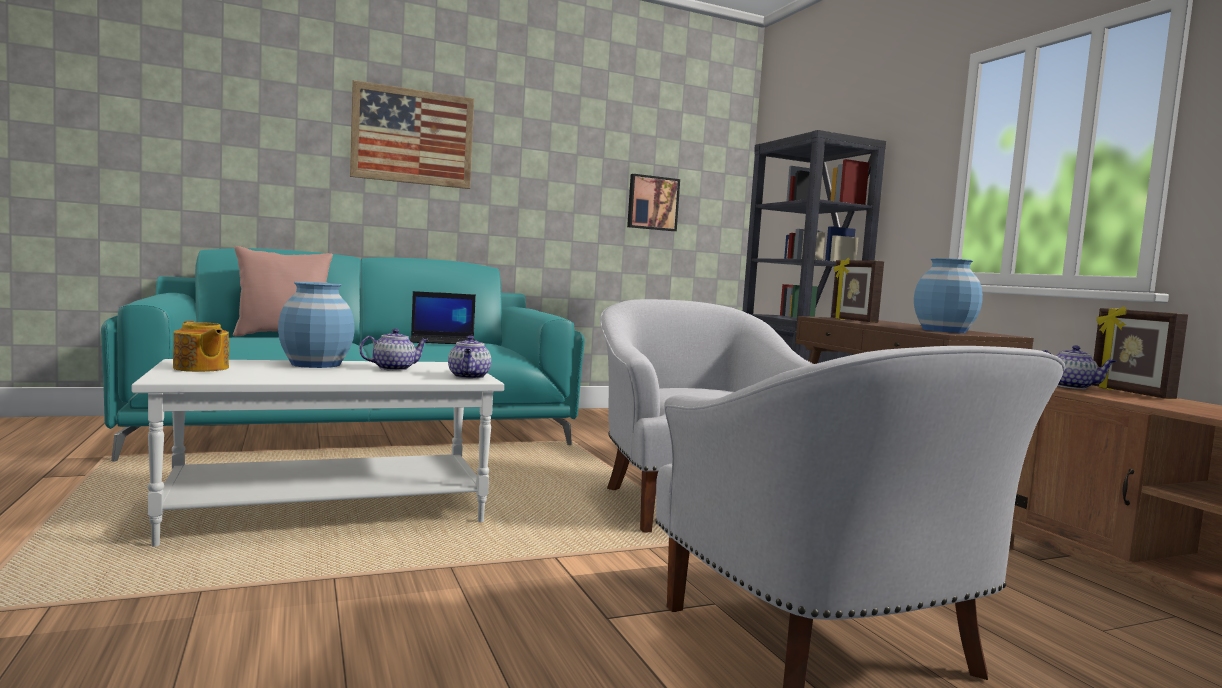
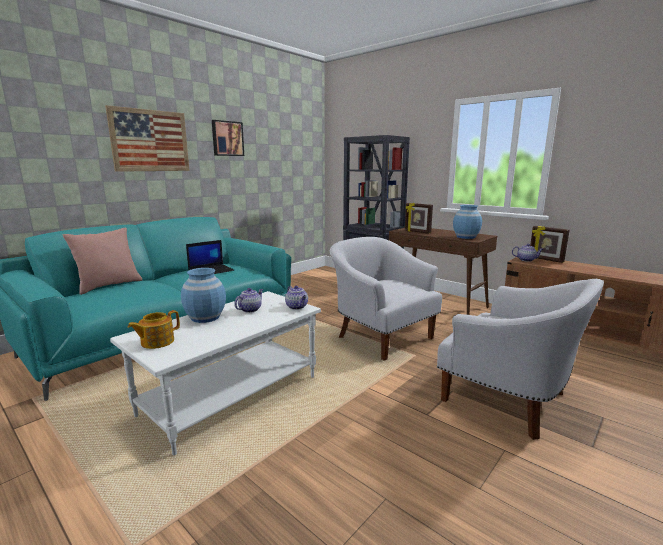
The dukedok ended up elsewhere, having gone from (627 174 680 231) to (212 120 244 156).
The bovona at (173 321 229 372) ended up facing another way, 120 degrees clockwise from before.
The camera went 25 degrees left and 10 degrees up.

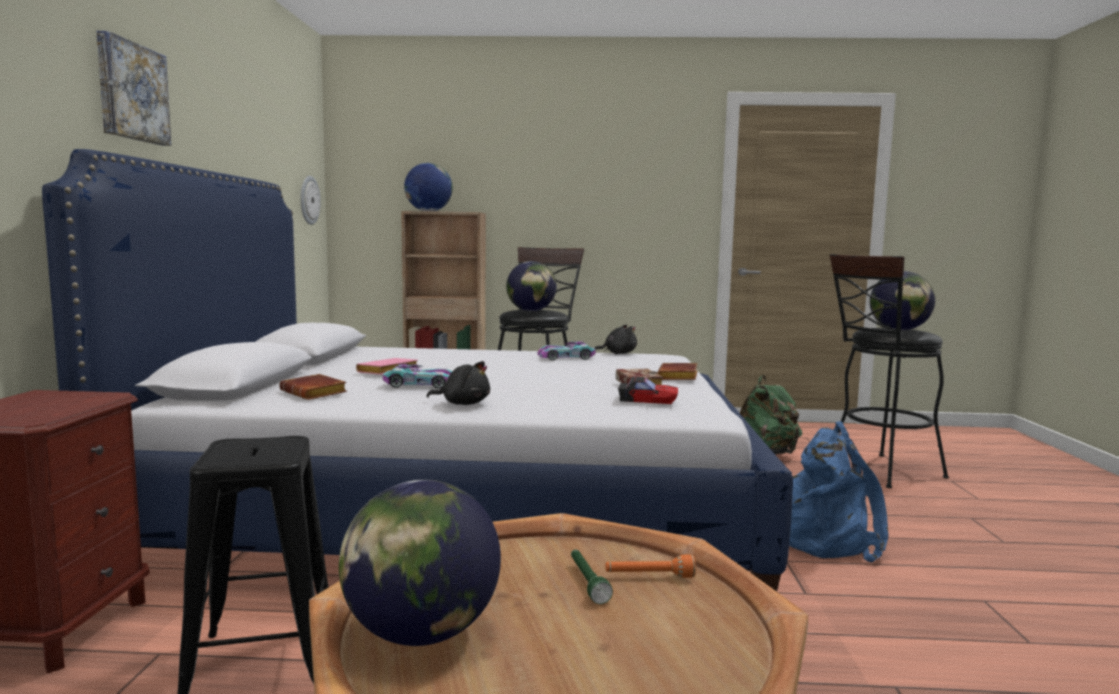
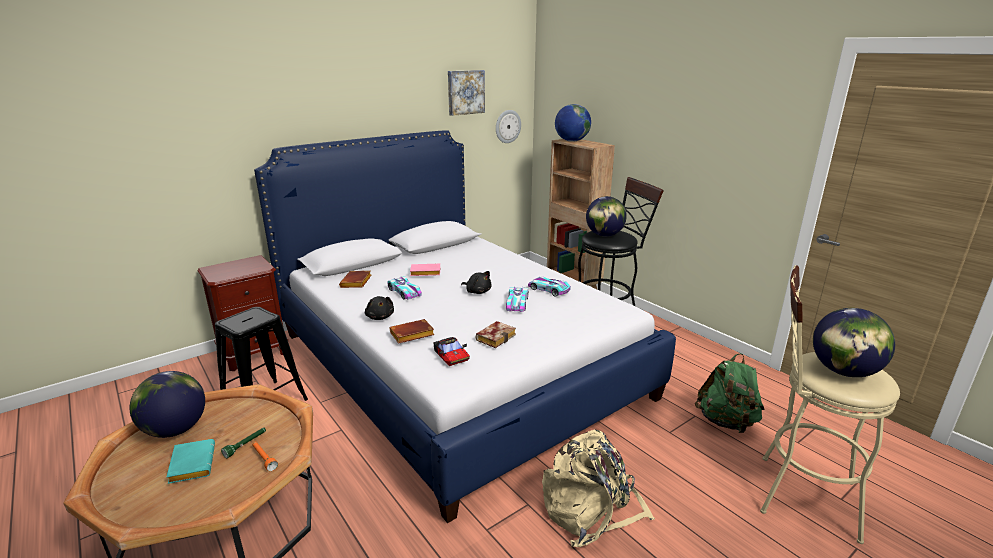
The second view gained the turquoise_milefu at (166 439 215 484).
The second view gained the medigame at (506 287 528 312).
The dukedok ended up elsewhere, having gone from (96 31 171 146) to (448 70 485 116).
The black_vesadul ended up elsewhere, having gone from (594 324 637 354) to (461 271 492 294).
The brown_milefu ended up elsewhere, having gone from (657 363 697 380) to (390 319 435 344).
What was the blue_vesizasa at (789 421 888 562) turned into the beige_vesizasa at (542 429 655 547).
What was the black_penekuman at (830 254 949 488) turned into the beige_penekuman at (760 265 900 544).
The camera went 50 degrees right and 15 degrees up.

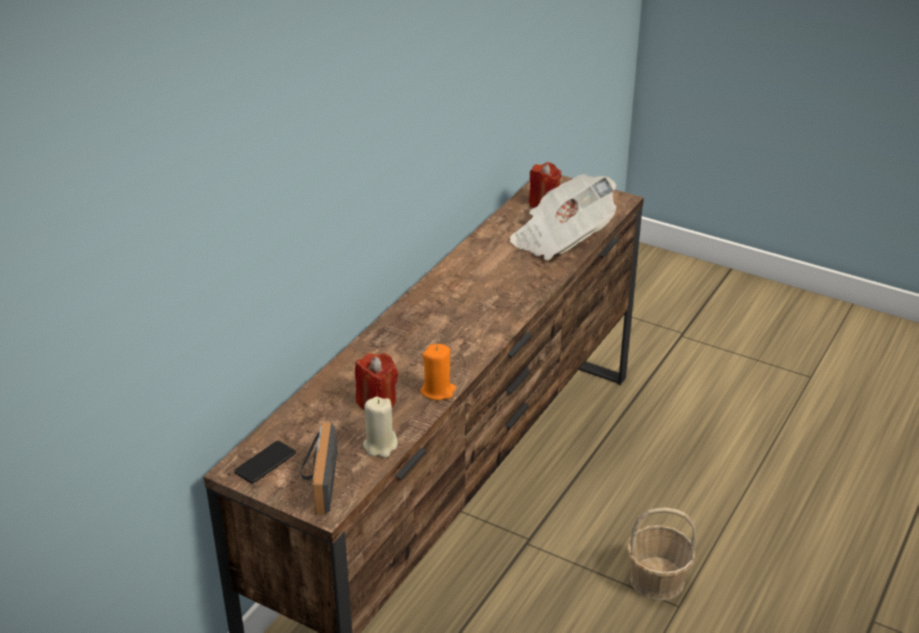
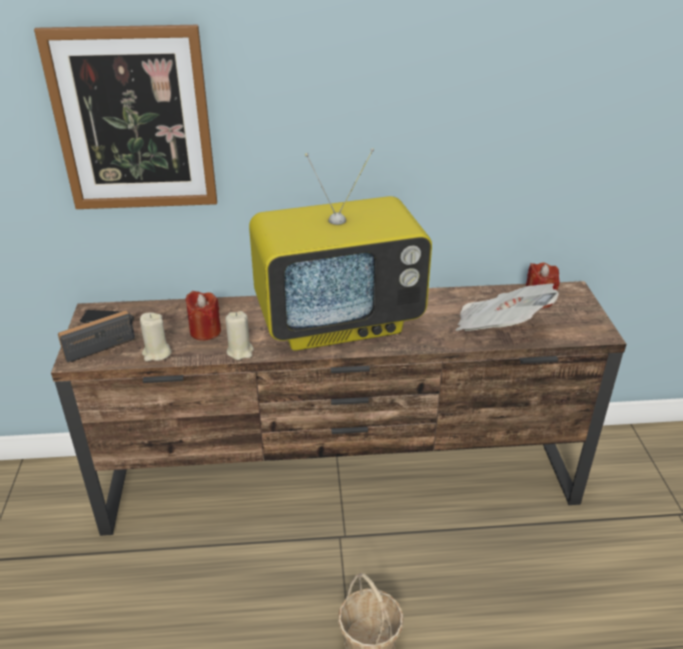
The second view gained the dukedok at (34 25 217 209).
The second view gained the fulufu at (249 148 432 351).
What was the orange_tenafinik at (420 344 456 400) turned into the beige_tenafinik at (226 311 254 360).
The camera went 55 degrees right and 0 degrees up.

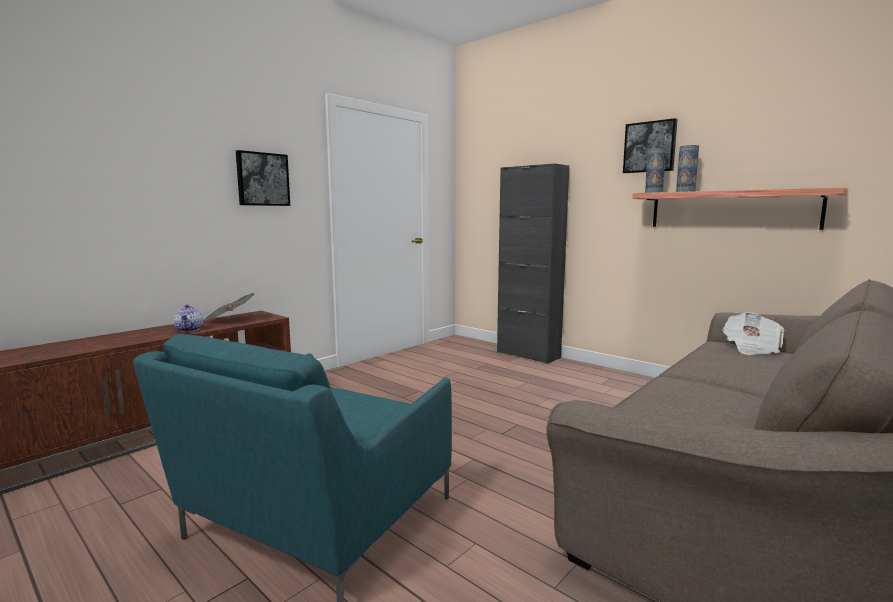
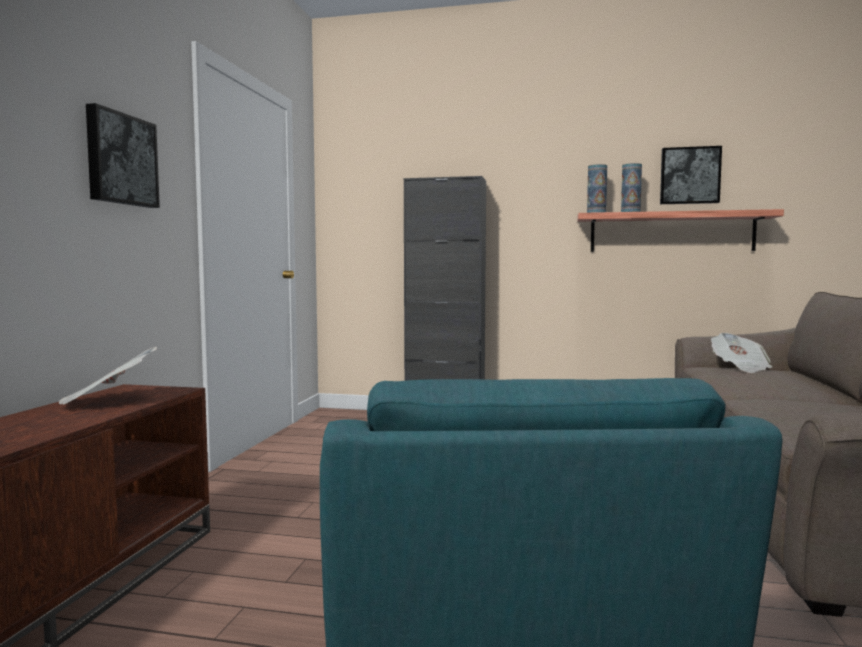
The second view lost the bovona at (173 304 203 332).
The dukedok ended up elsewhere, having gone from (623 118 678 173) to (660 146 722 204).
The camera went 30 degrees left and 5 degrees down.

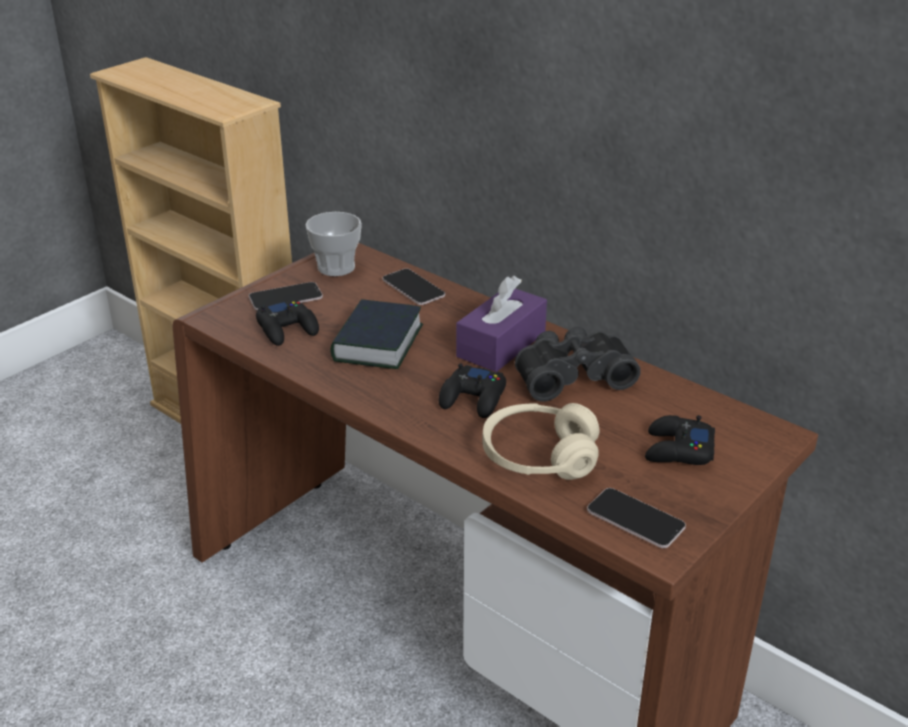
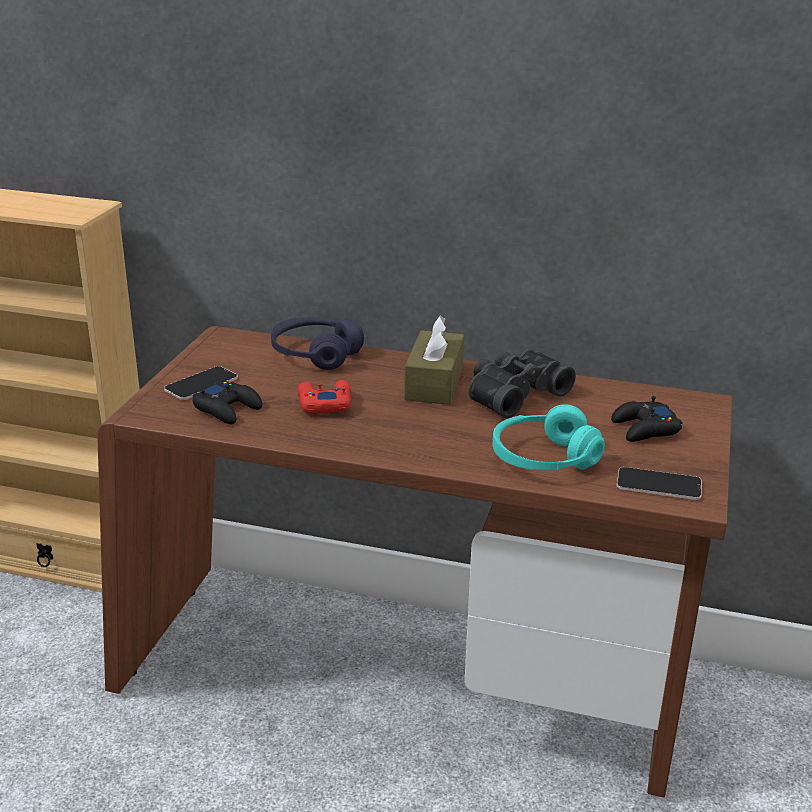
The second view lost the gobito at (305 212 362 276).
The second view lost the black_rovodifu at (439 363 506 418).
Where the milefu stood at (331 299 423 369), the red_rovodifu came to stand at (298 380 351 413).
Where the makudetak stood at (382 269 445 305), the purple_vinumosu came to stand at (271 317 364 370).
What was the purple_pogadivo at (456 276 547 372) turned into the brown_pogadivo at (404 315 464 405).
What was the beige_vinumosu at (482 403 599 480) turned into the turquoise_vinumosu at (493 404 605 470).
The camera went 25 degrees left and 5 degrees down.

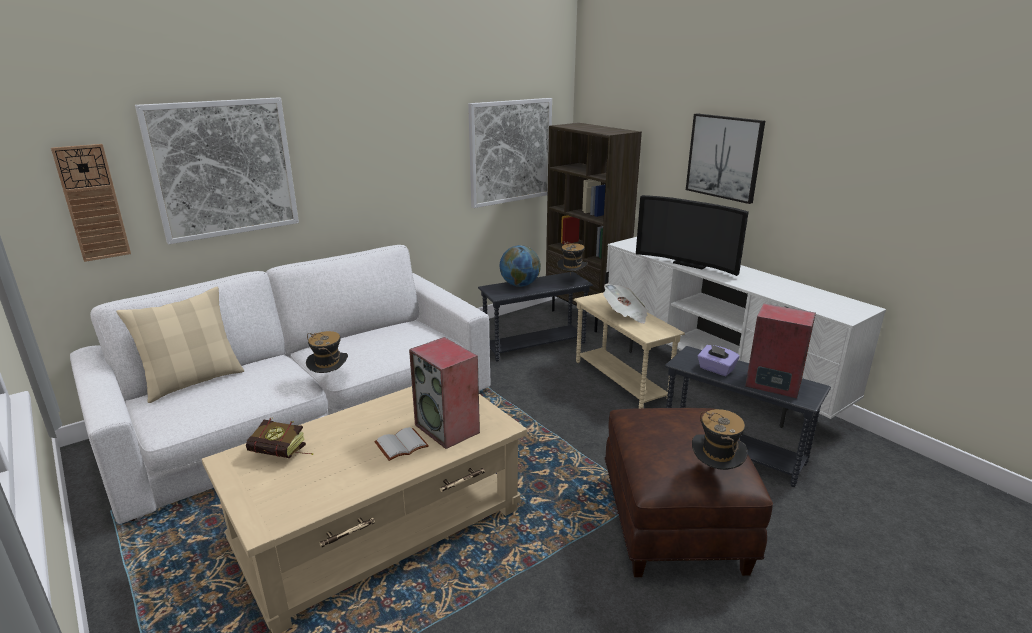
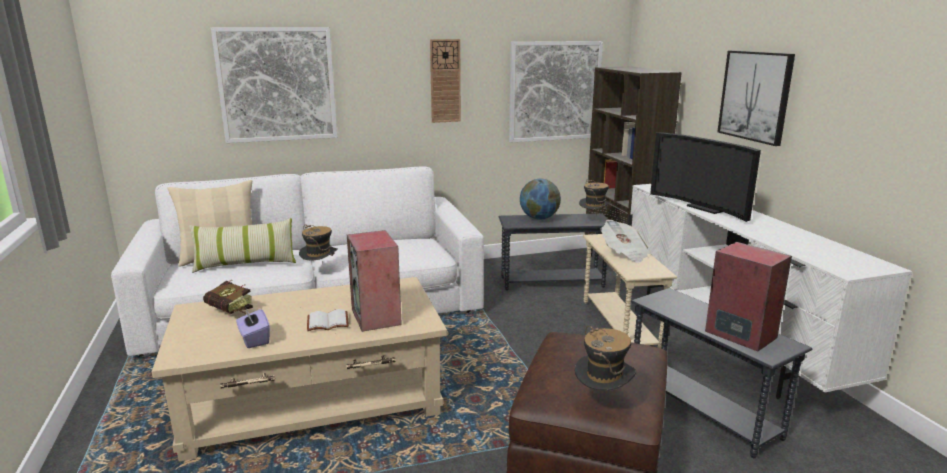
The second view gained the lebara at (189 218 296 273).
The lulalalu ended up elsewhere, having gone from (51 144 131 262) to (430 39 461 123).
The purple_pogadivo ended up elsewhere, having gone from (698 344 740 376) to (236 307 270 348).
The camera went 20 degrees right and 5 degrees down.

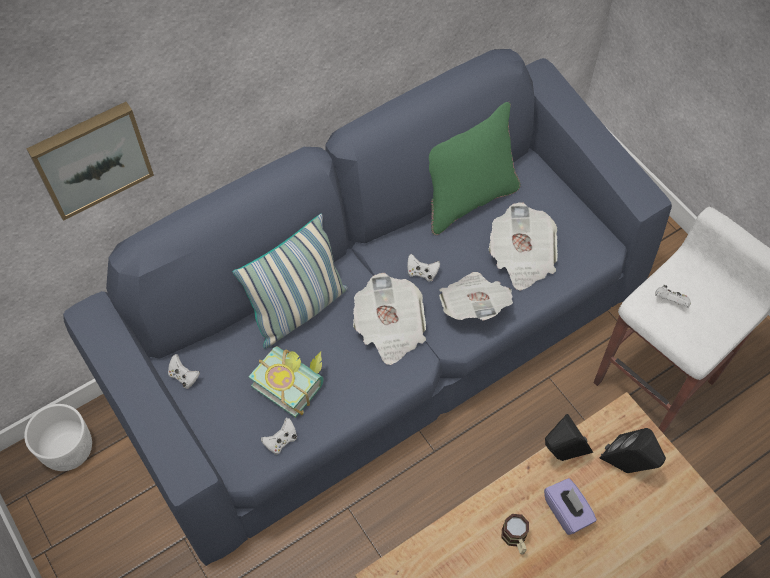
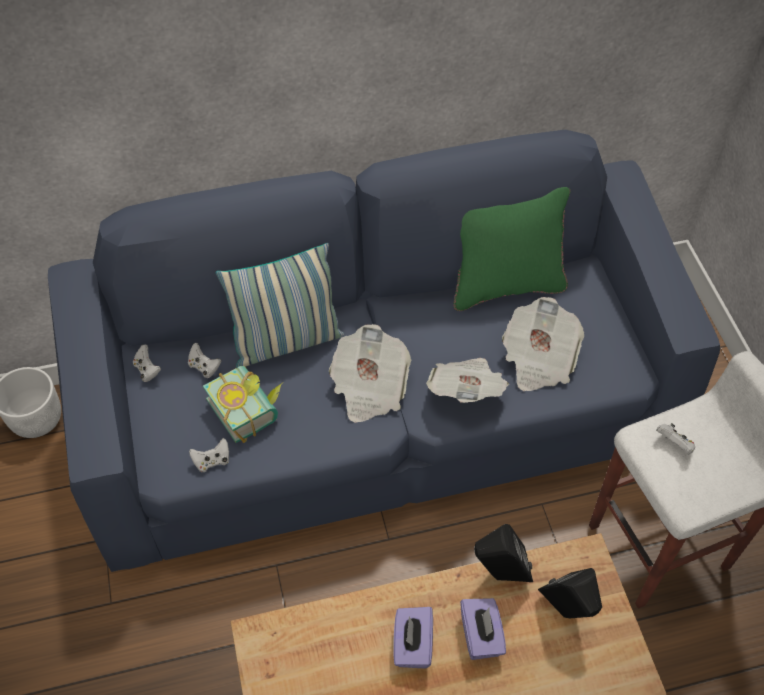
The second view lost the dukedok at (26 102 154 221).
The white_rovodifu ended up elsewhere, having gone from (407 254 440 281) to (188 343 222 378).
Where the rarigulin stood at (501 514 529 555), the purple_pogadivo came to stand at (393 607 433 669).
The camera went 20 degrees right and 5 degrees down.

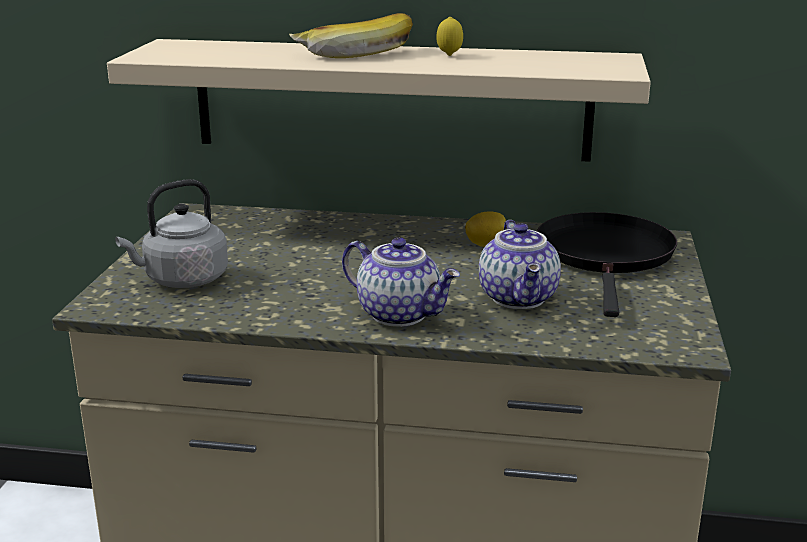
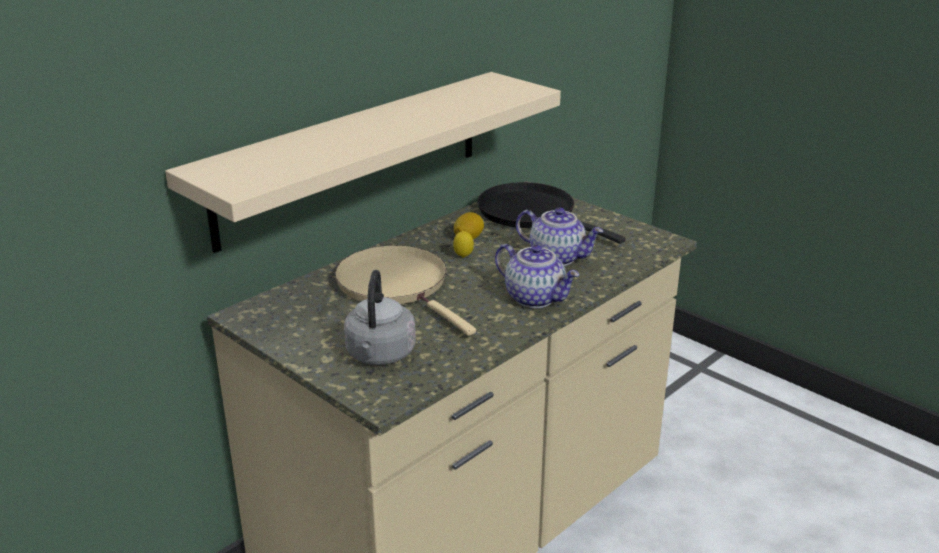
The second view lost the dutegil at (289 13 413 58).
The second view gained the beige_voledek at (335 245 476 336).
The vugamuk ended up elsewhere, having gone from (436 17 463 56) to (453 231 474 258).
The bovona at (342 237 460 327) ended up facing another way, 60 degrees clockwise from before.
The camera went 55 degrees left and 5 degrees up.

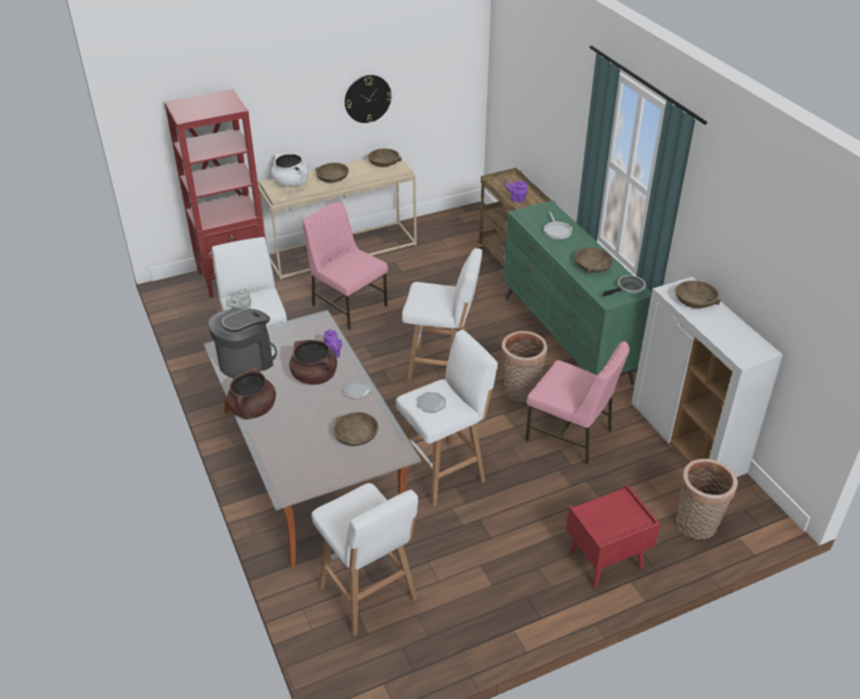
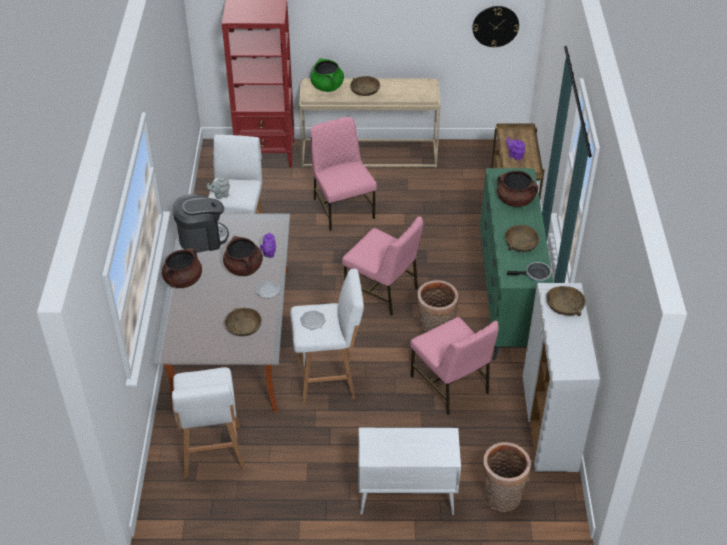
The second view lost the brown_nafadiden at (368 148 402 167).
The lulalalu ended up elsewhere, having gone from (345 75 392 123) to (473 6 519 48).
Where the white_penekuman stood at (402 248 482 385), the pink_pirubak came to stand at (342 216 424 316).
Where the voledek stood at (544 212 573 239), the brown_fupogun came to stand at (497 171 538 207).
Where the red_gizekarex stood at (566 484 660 588), the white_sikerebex came to stand at (359 428 461 515).
What was the white_fupogun at (271 153 309 187) turned into the green_fupogun at (310 58 344 92).
The camera went 25 degrees right and 5 degrees up.

